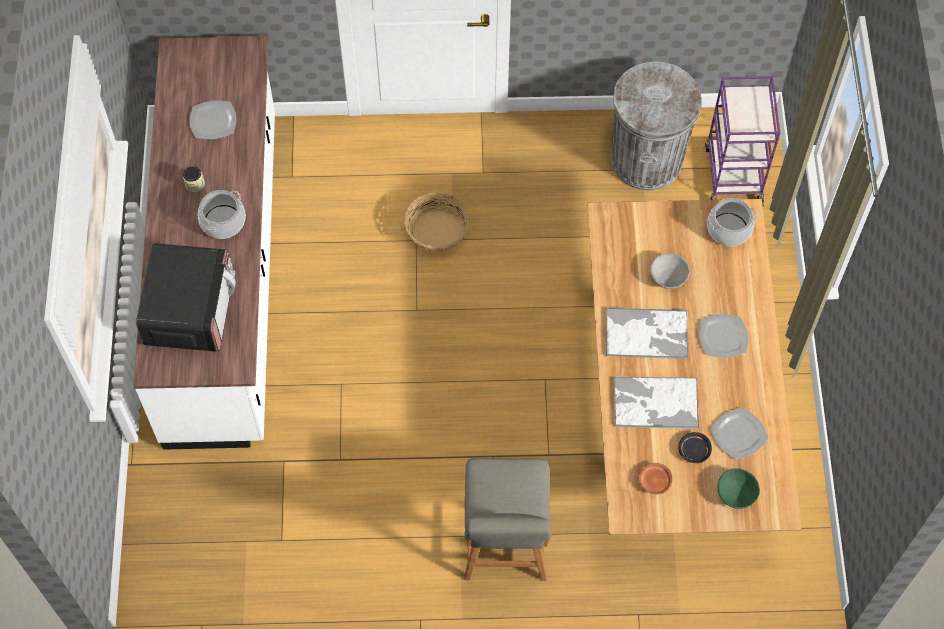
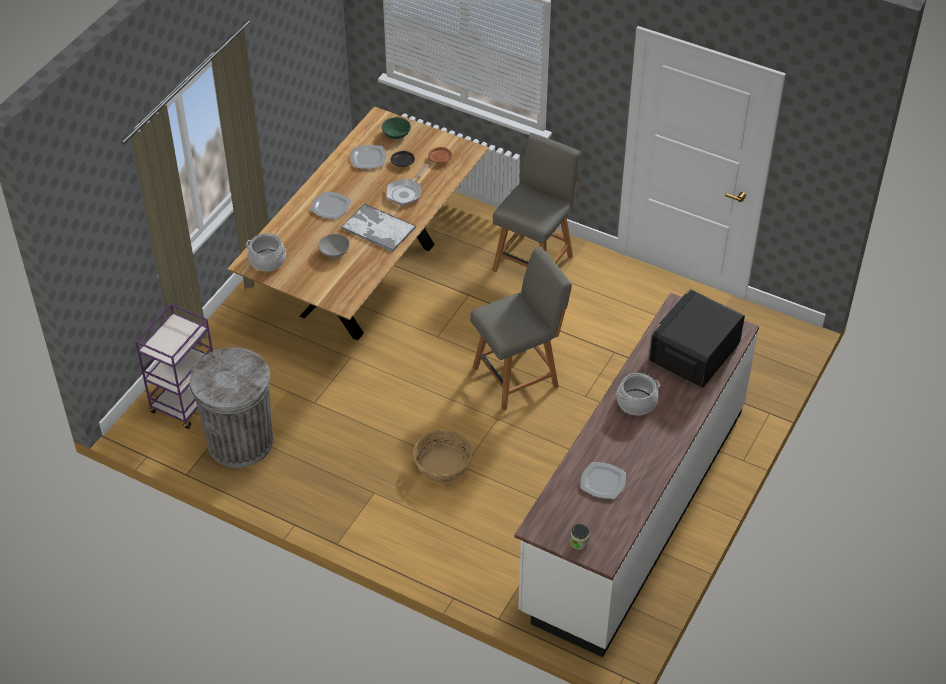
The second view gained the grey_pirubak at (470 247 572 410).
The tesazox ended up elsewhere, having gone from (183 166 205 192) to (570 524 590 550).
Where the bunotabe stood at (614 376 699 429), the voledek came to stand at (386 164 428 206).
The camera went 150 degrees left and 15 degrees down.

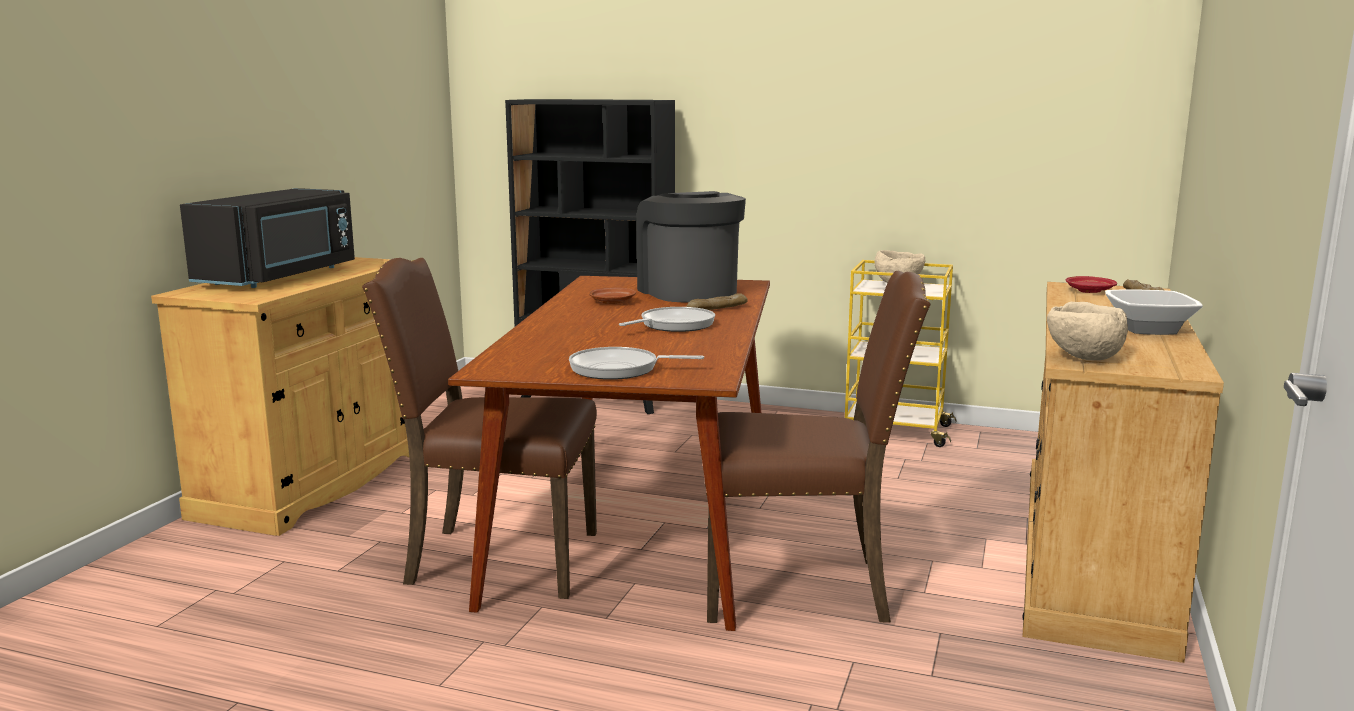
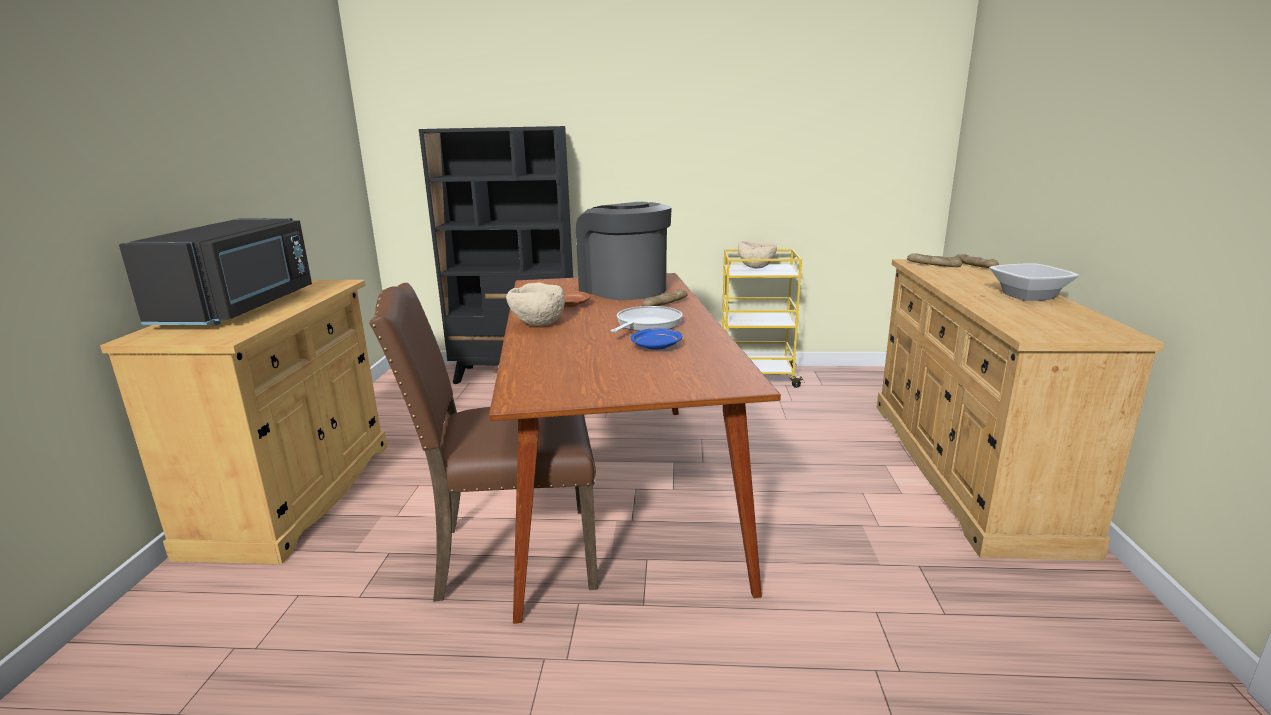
The second view lost the voledek at (569 347 704 380).
The second view lost the brown_pirubak at (705 271 930 623).
The second view gained the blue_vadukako at (630 329 682 350).
The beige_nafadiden ended up elsewhere, having gone from (1047 302 1128 360) to (506 283 565 326).
Where the red_vadukako stood at (1066 276 1117 293), the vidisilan came to stand at (907 253 962 267).
The camera went 15 degrees left and 5 degrees up.

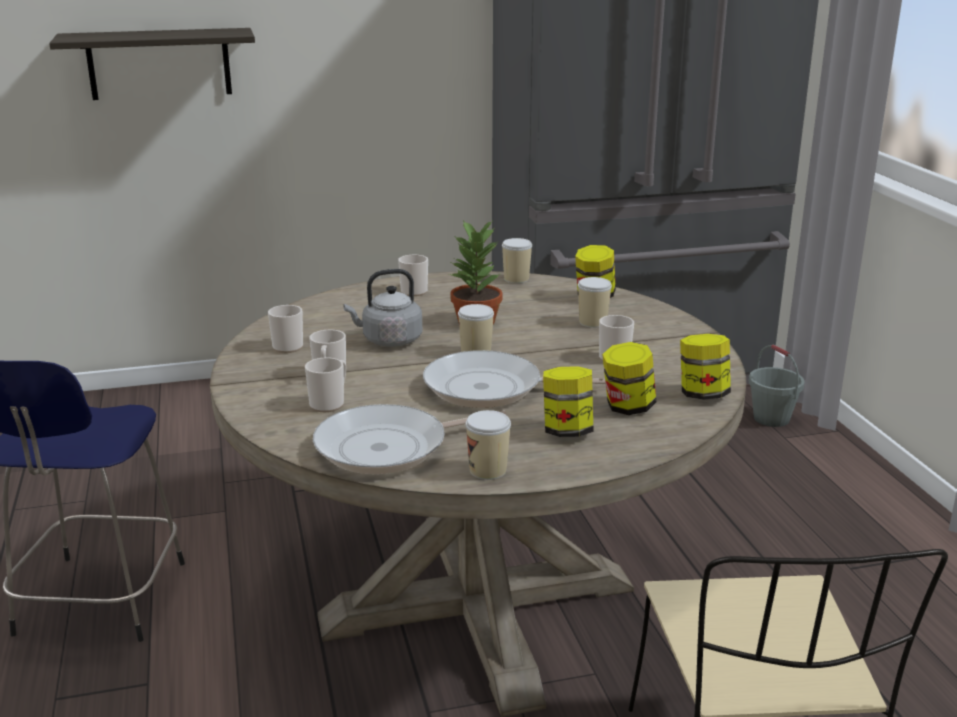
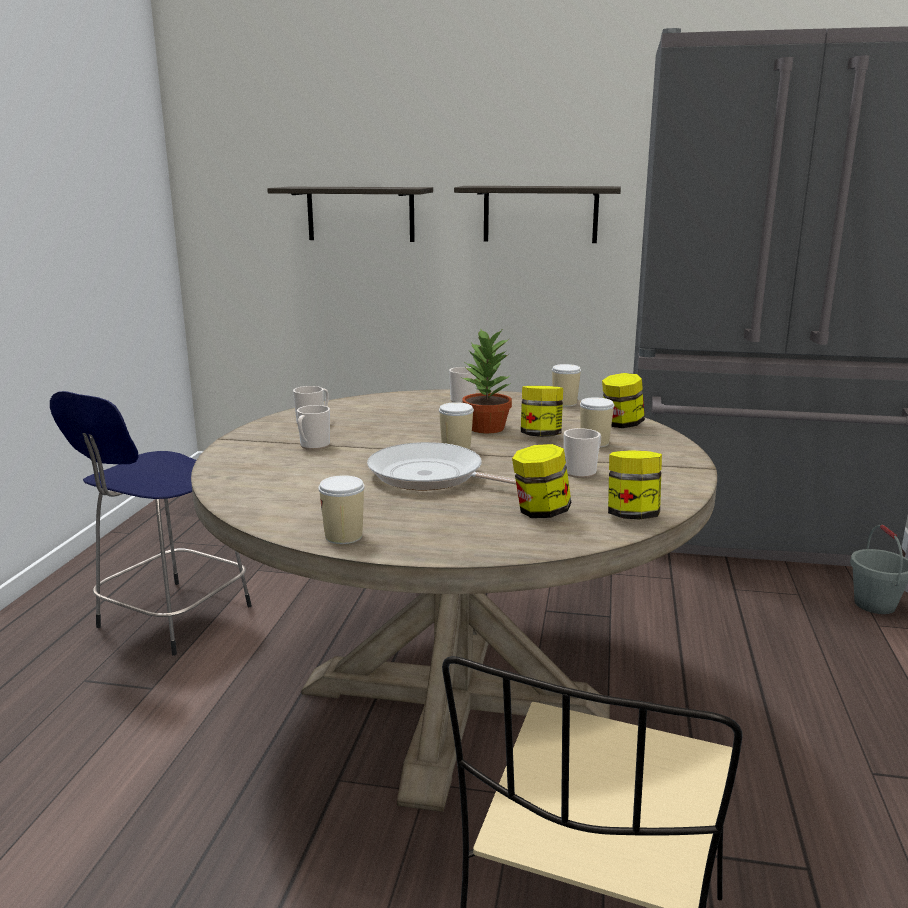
The second view lost the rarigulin at (305 357 346 412).
The second view lost the voledek at (313 404 507 474).
The second view lost the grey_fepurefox at (343 269 422 347).
The second view gained the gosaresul at (454 186 621 243).
The tesazox ended up elsewhere, having gone from (543 366 594 437) to (521 386 563 437).
The camera went 25 degrees right and 5 degrees down.

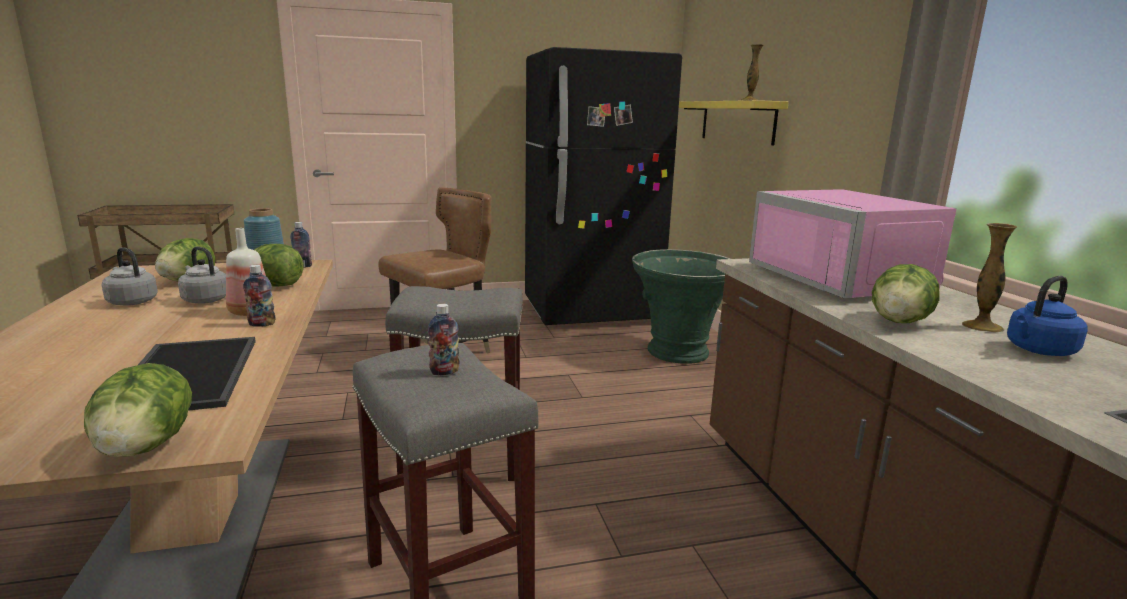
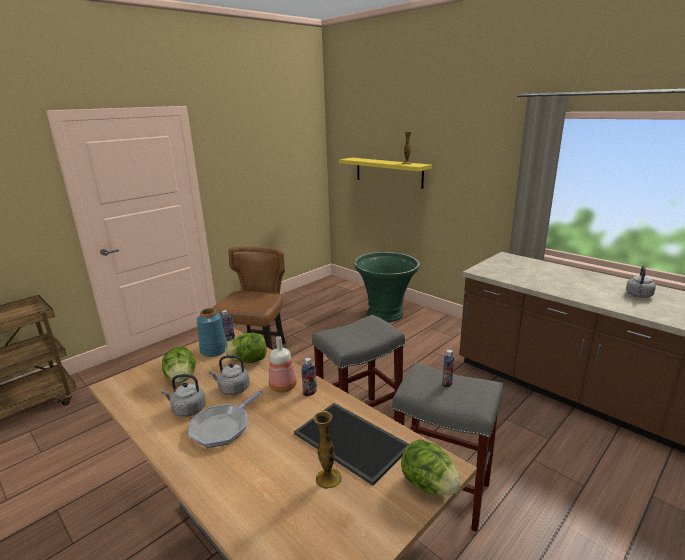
The second view lost the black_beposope at (525 47 682 325).
The second view lost the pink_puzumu at (749 189 956 298).
The second view lost the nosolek at (872 264 940 323).
The second view gained the voledek at (188 390 263 448).
The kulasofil ended up elsewhere, having gone from (962 223 1018 332) to (313 411 342 489).
What was the blue_fepurefox at (1007 276 1088 356) turned into the grey_fepurefox at (626 266 656 298).
The camera went 30 degrees left and 5 degrees up.

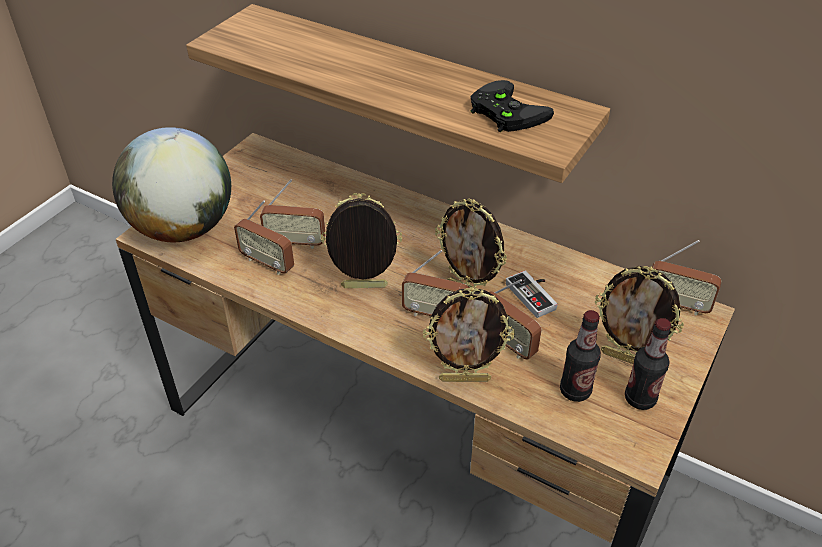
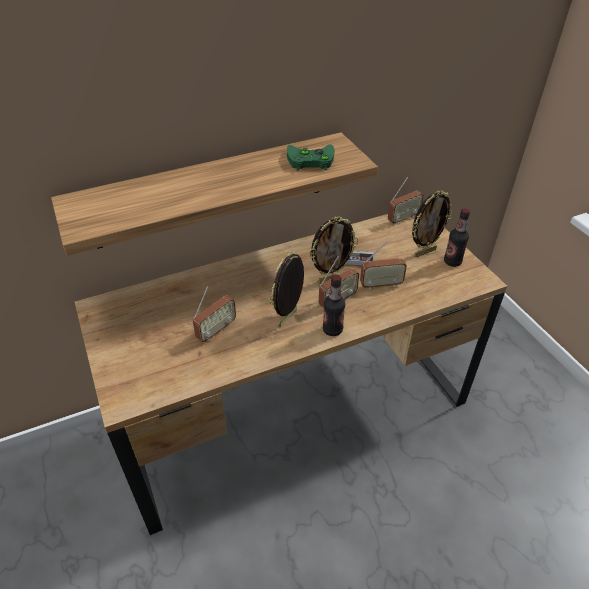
The second view lost the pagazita at (112 127 231 242).
The second view lost the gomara at (234 200 294 275).
The second view lost the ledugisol at (423 287 515 382).
The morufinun ended up elsewhere, having gone from (560 310 601 402) to (323 274 345 336).
What was the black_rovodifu at (470 80 554 132) turned into the green_rovodifu at (287 144 335 171).
The camera went 55 degrees left and 0 degrees up.

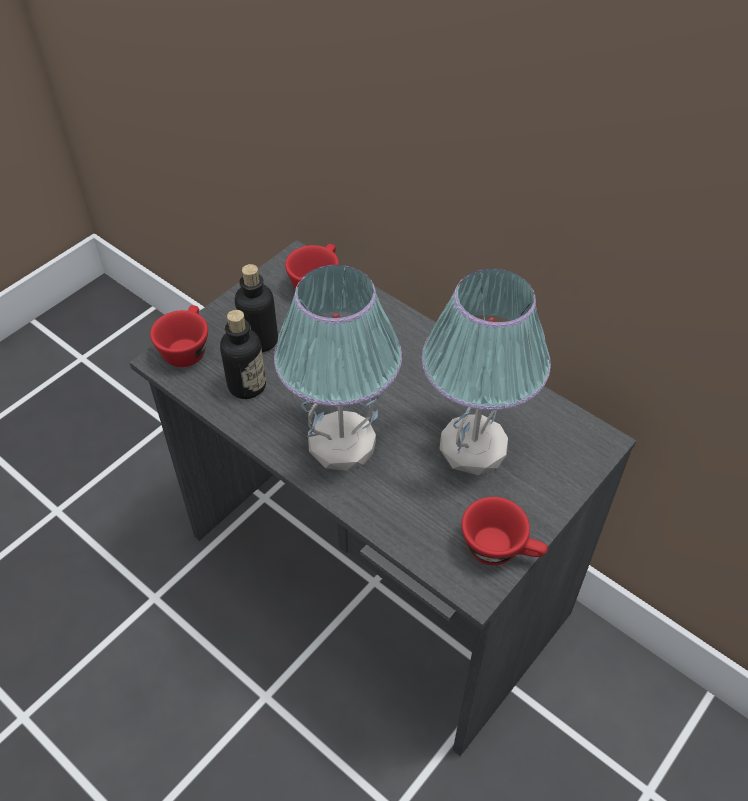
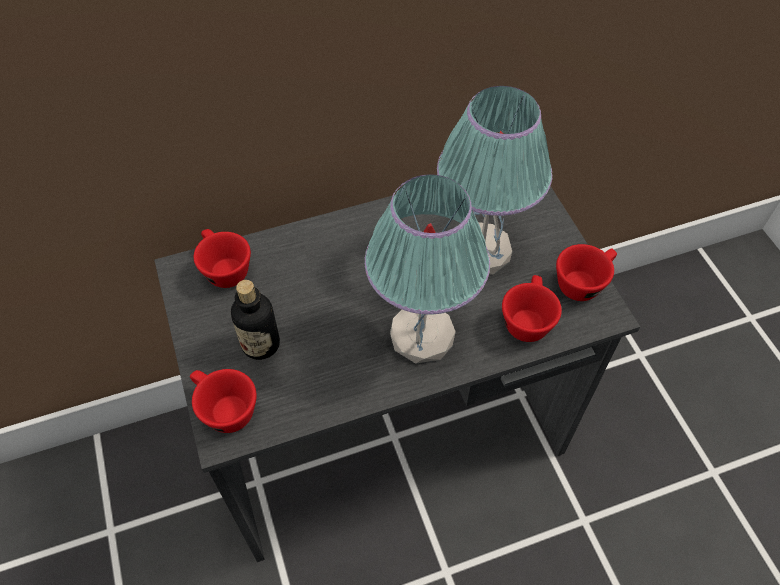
The second view lost the morufinun at (220 310 266 399).
The second view gained the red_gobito at (502 275 562 342).
The camera went 60 degrees left and 5 degrees up.

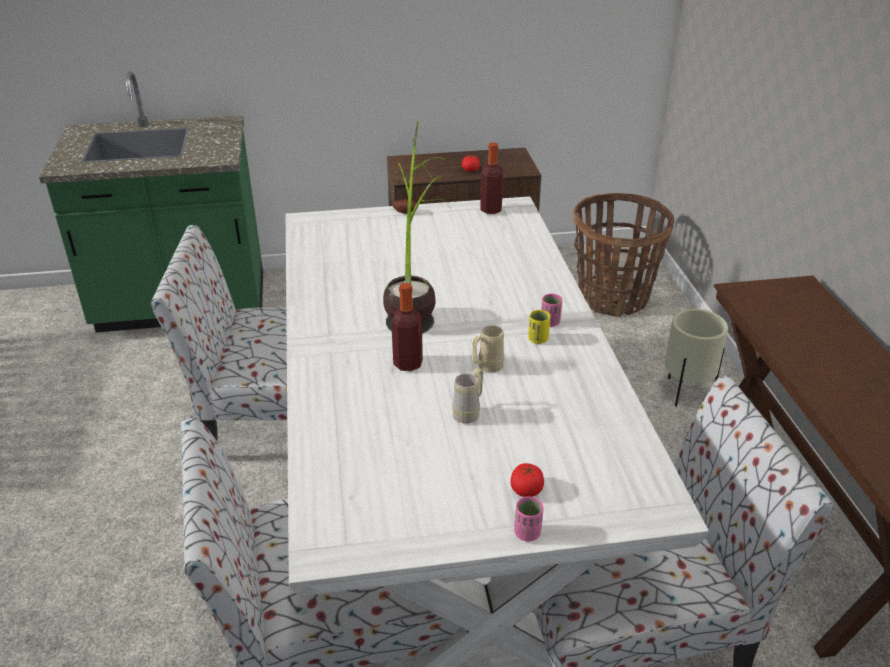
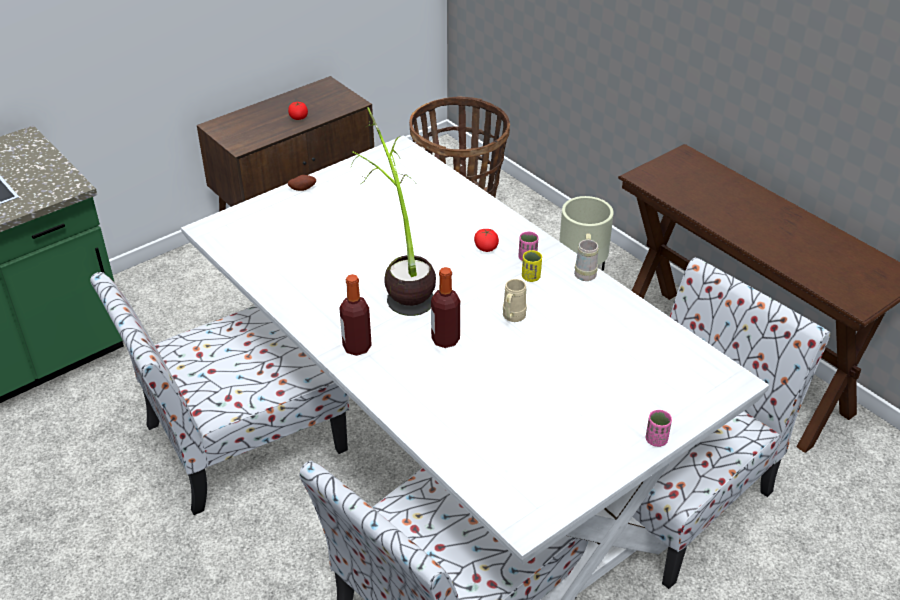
The beige_rarigulin ended up elsewhere, having gone from (452 368 483 424) to (574 233 599 281).
The morufinun ended up elsewhere, having gone from (480 142 503 214) to (339 274 372 356).
The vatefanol ended up elsewhere, having gone from (511 463 544 497) to (474 229 499 252).
The camera went 30 degrees left and 5 degrees up.

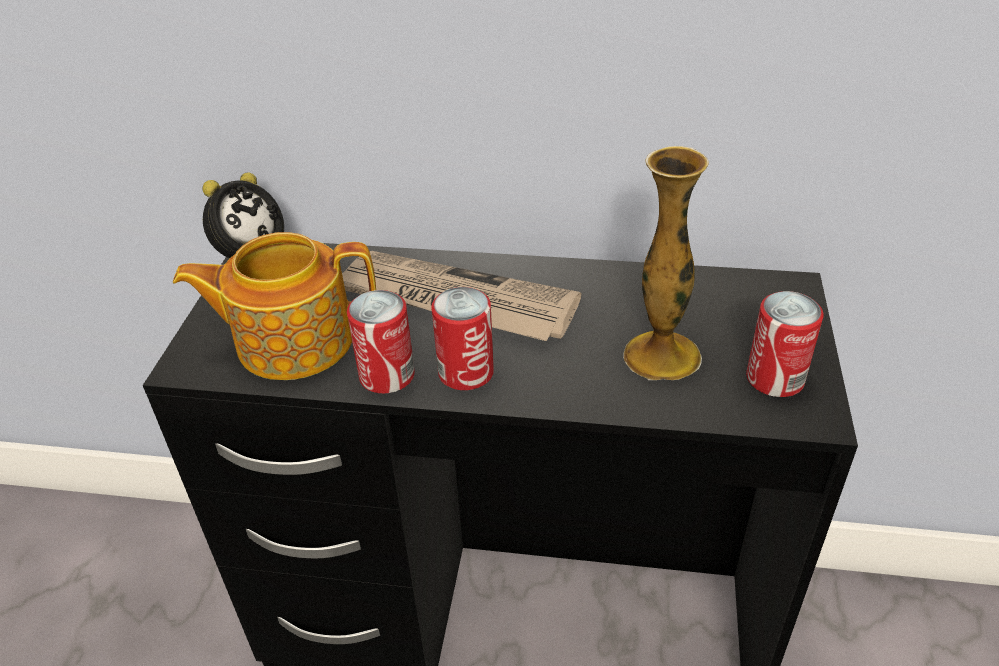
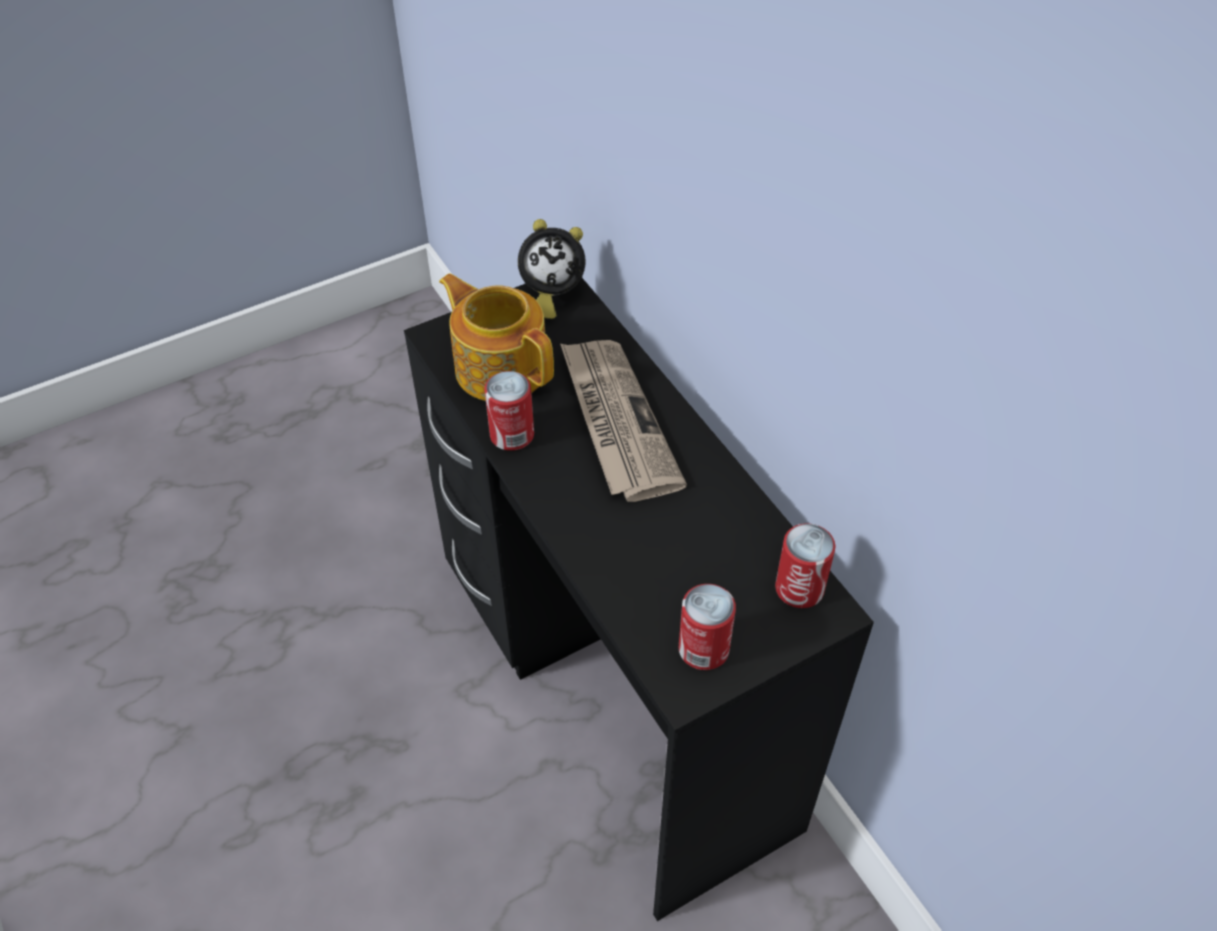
The second view lost the kulasofil at (623 146 709 380).
The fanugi ended up elsewhere, having gone from (431 287 494 390) to (775 523 835 608).
The camera went 50 degrees right and 10 degrees up.

